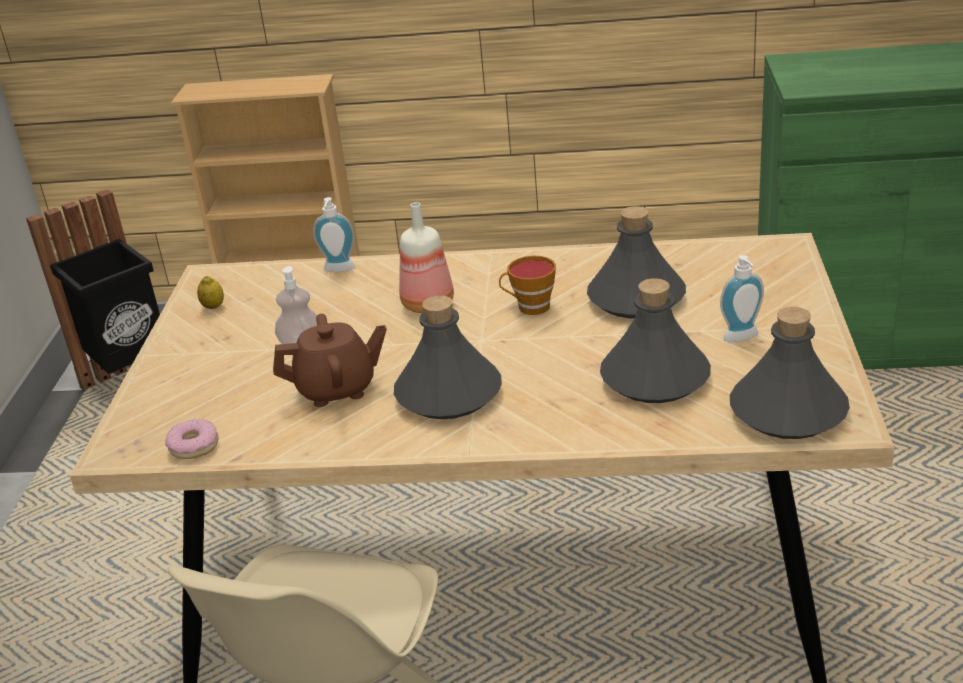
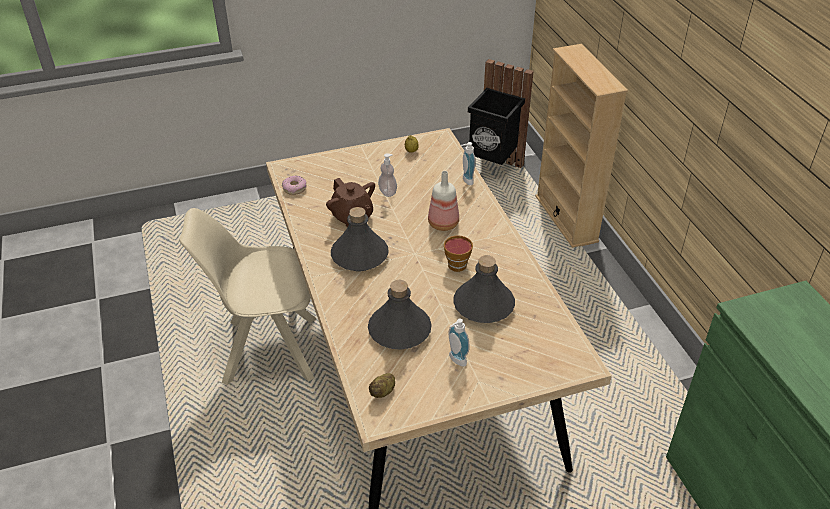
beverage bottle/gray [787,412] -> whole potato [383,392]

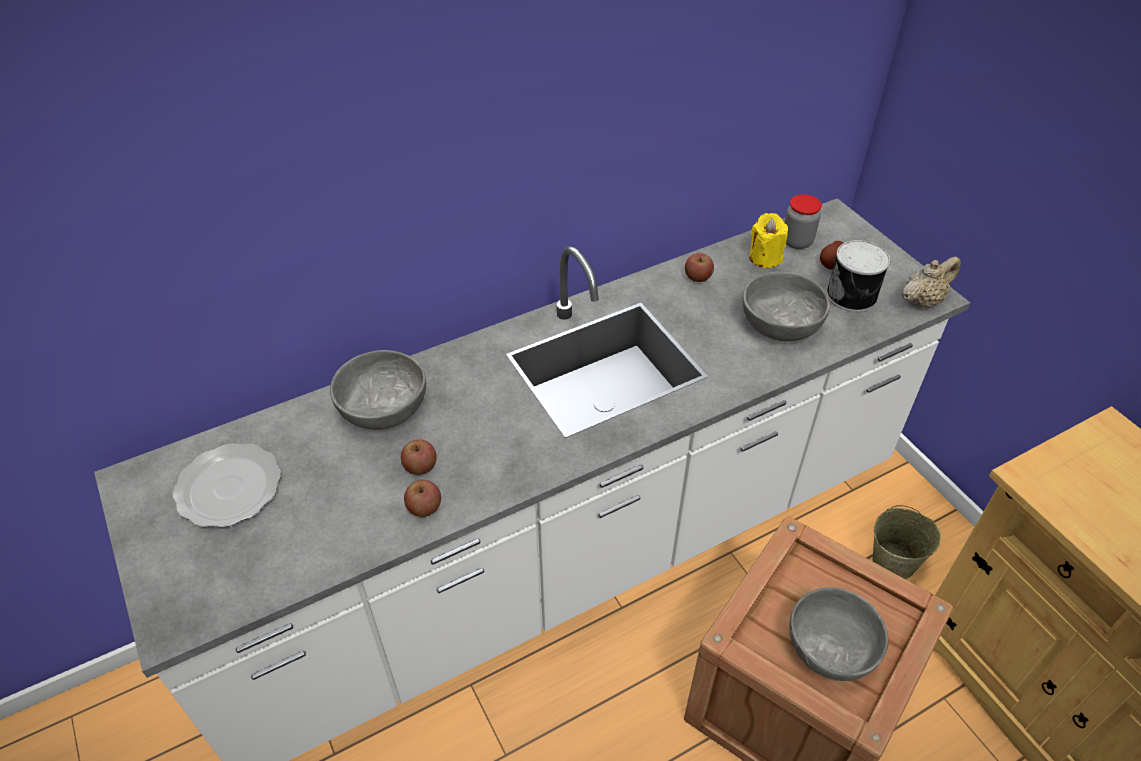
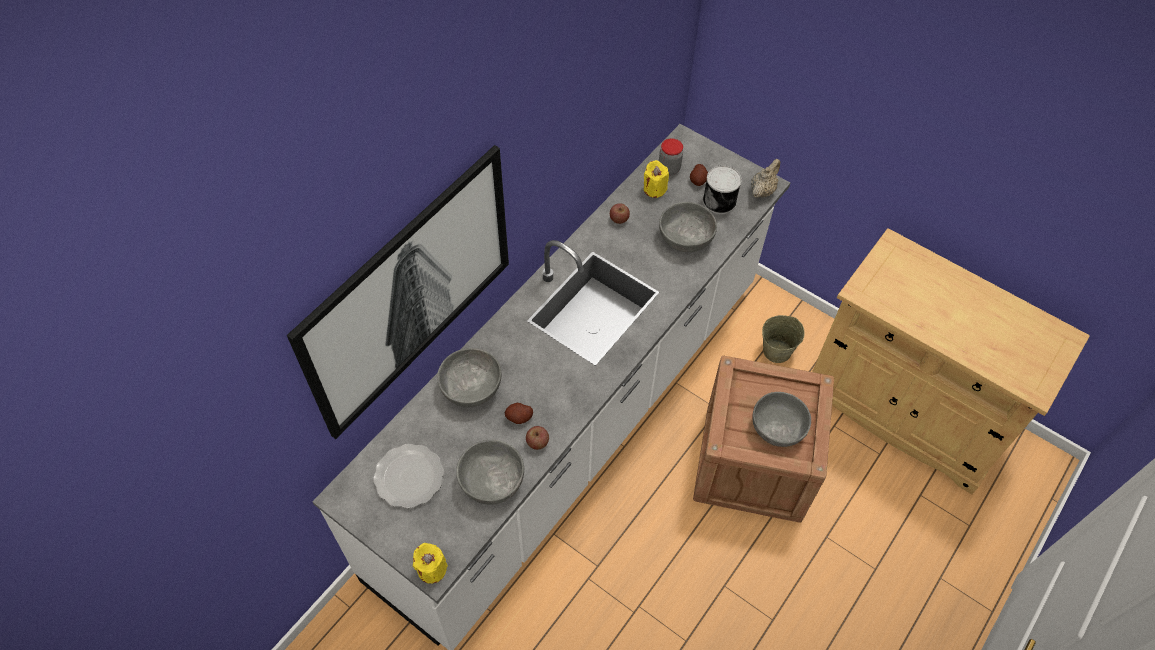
whole apple [420,466] -> whole potato [519,417]
none -> picture [410,292]
none -> wax candle/yellowish [431,569]
none -> serving bowl/gray [491,480]

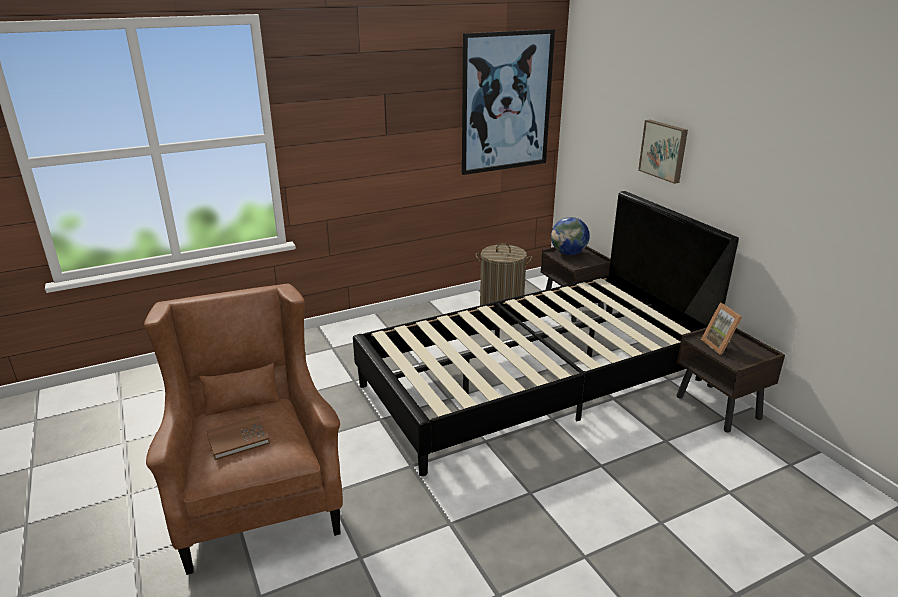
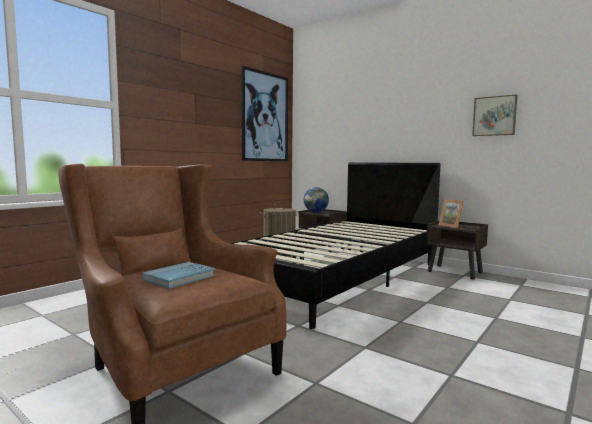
bound book/brownish [238,440] -> bound book/blue-coloured [179,277]
picture [664,150] -> picture [494,116], relocated

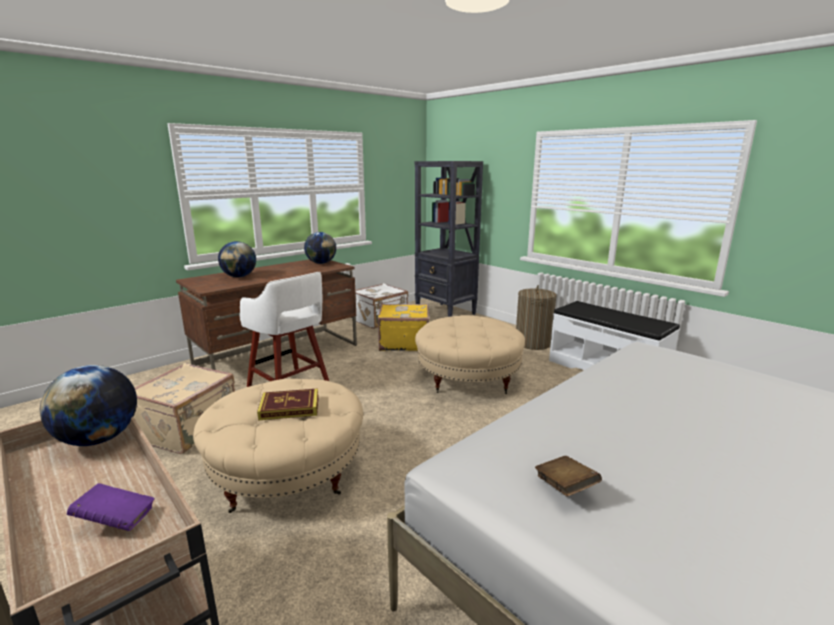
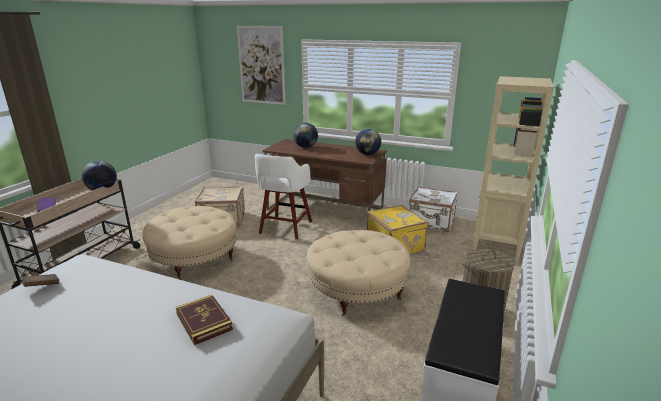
bound book [289,407] -> bound book [204,322], relocated
shelving unit/black [445,313] -> shelving unit/beige-coloured [496,246]
none -> picture [261,65]

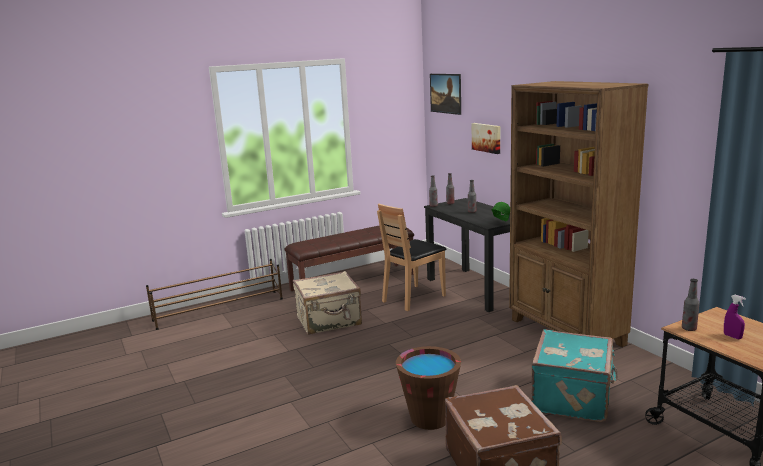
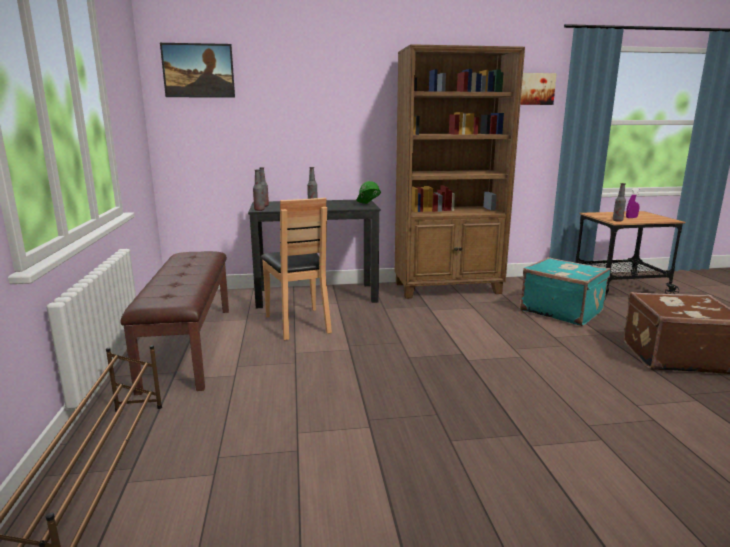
piece of luggage/beige-coloured [329,321] -> none
water bucket/brownish [430,418] -> none
picture [487,137] -> picture [531,89], relocated

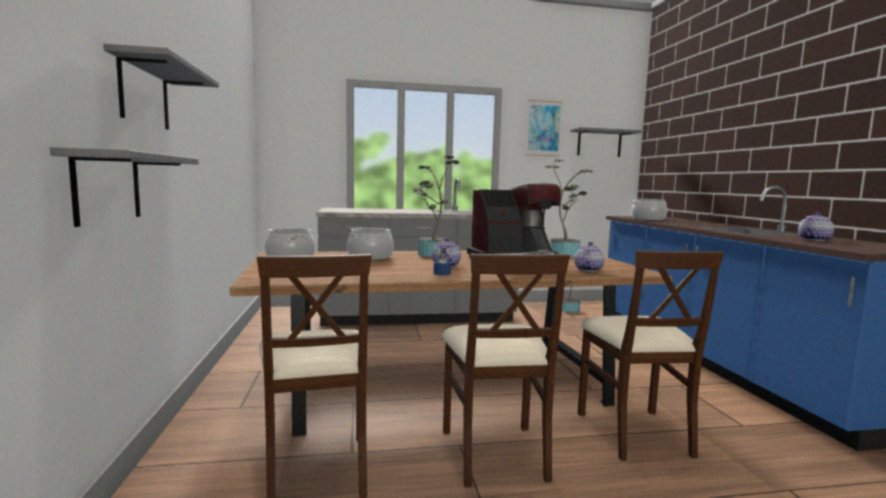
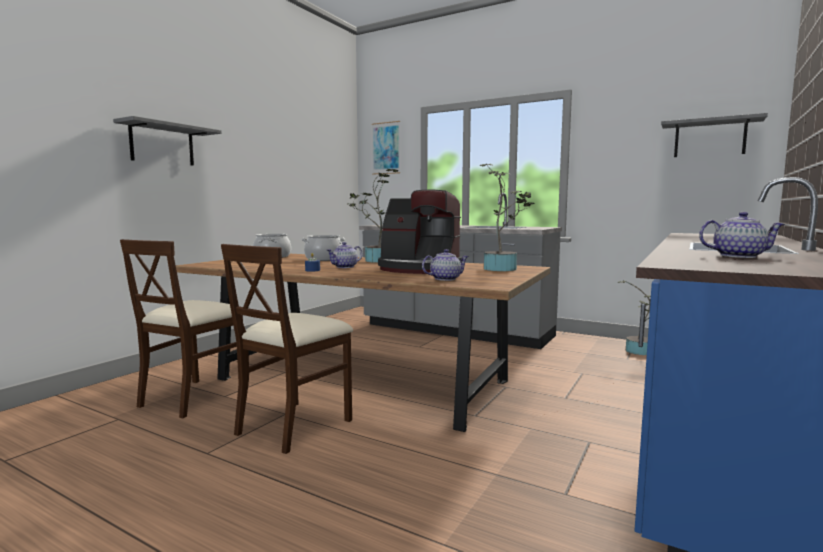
bracket shelf/gray [107,187] -> none
picture [543,128] -> picture [386,148], relocated
chair/beige-coloured [634,432] -> none
stockpot [648,219] -> none

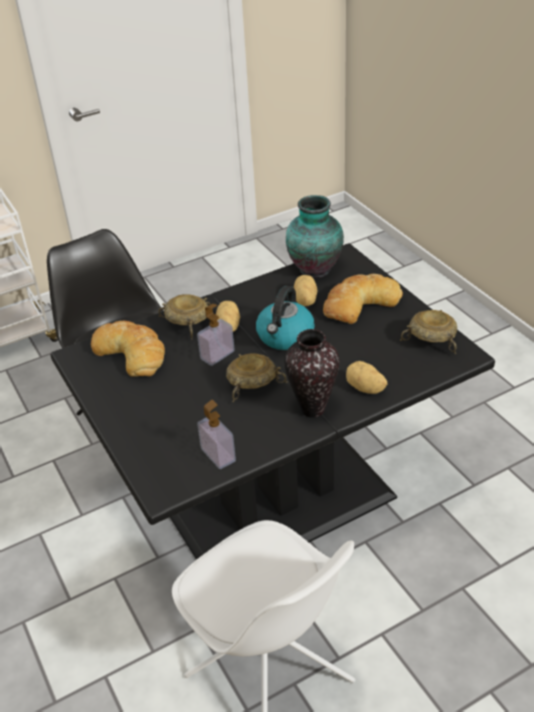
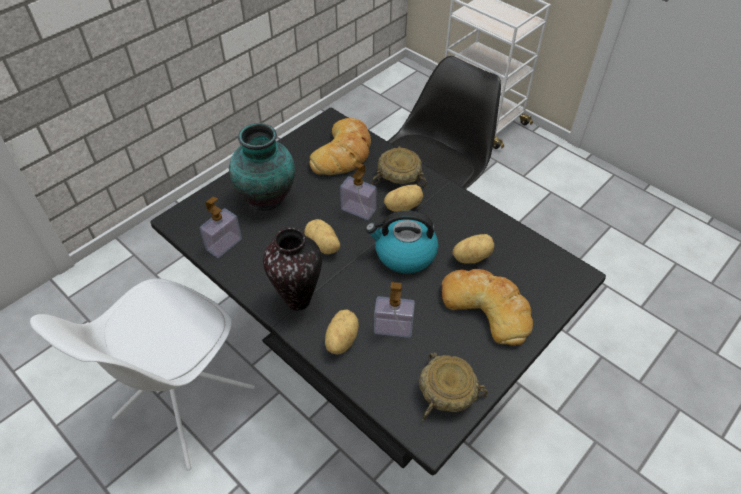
serving bowl/beige-coloured [253,385] -> whole potato [322,246]
decorative vase [315,268] -> decorative vase [268,198], relocated
none -> soap dispenser [393,328]

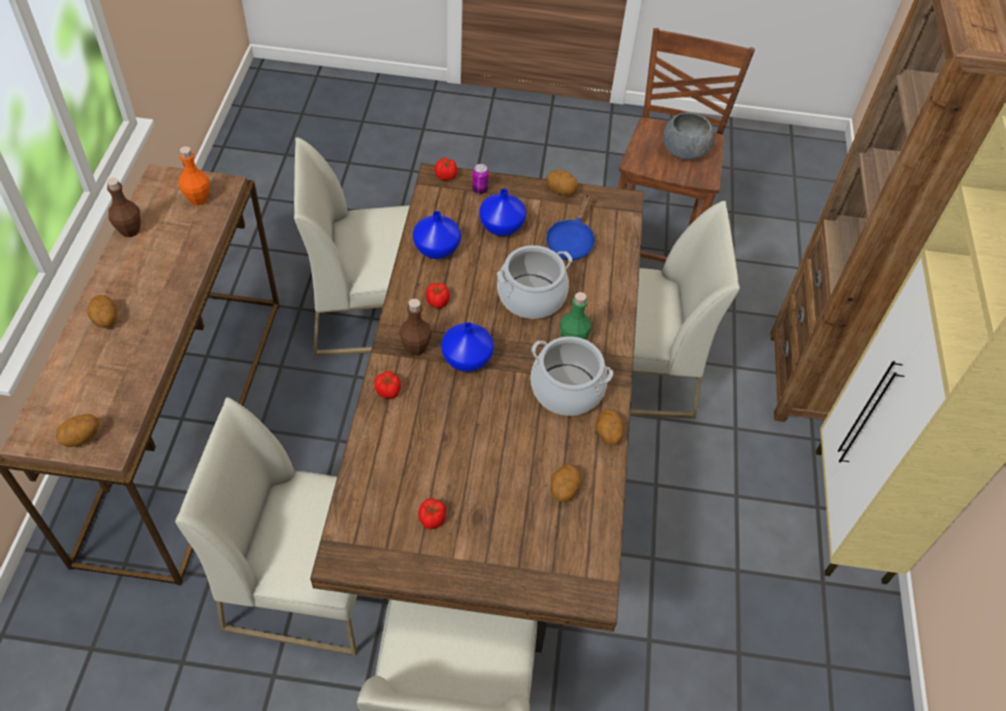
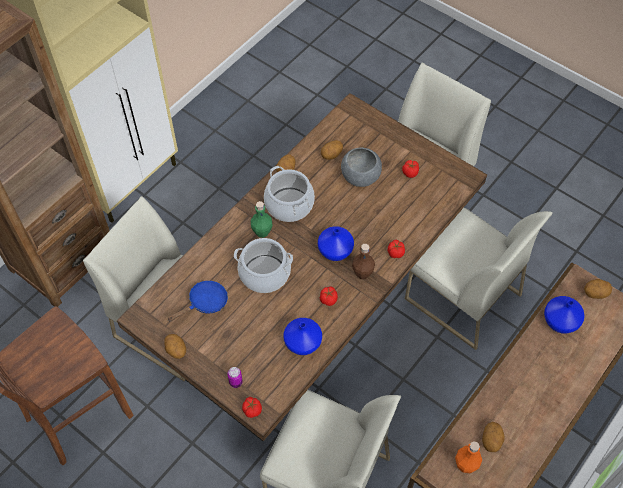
whole potato [105,320] -> whole potato [491,441], relocated
beverage bottle/brownish [130,230] -> none
decorative vase/blue-coloured [502,227] -> decorative vase/blue-coloured [559,321], relocated
serving bowl/gray [684,151] -> serving bowl/gray [360,176], relocated

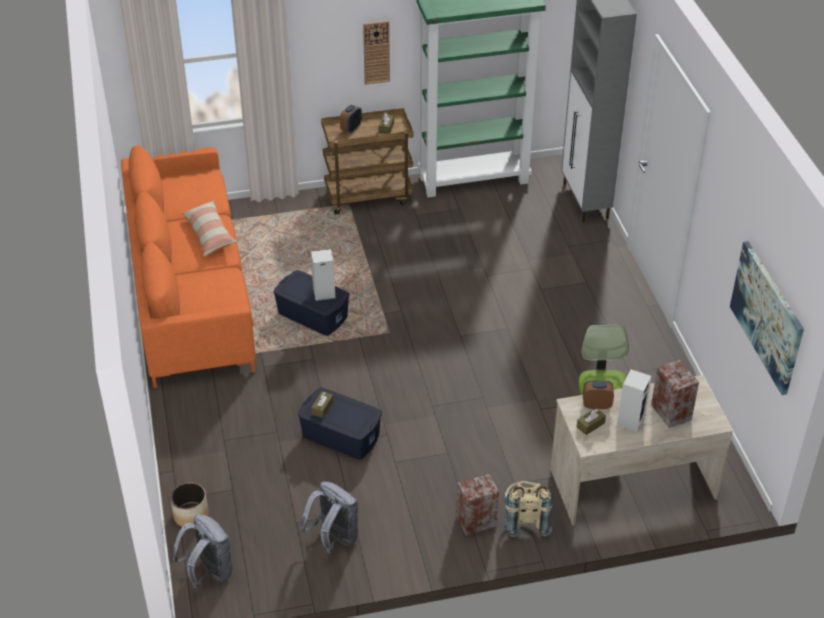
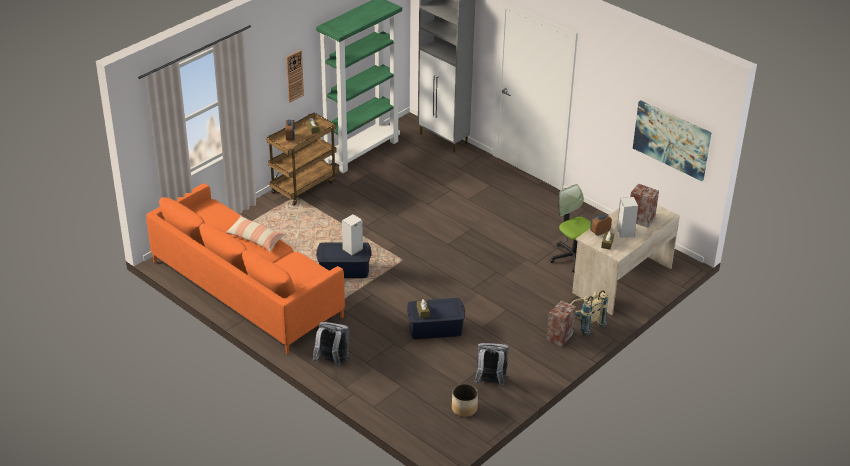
plant pot [190,515] -> plant pot [464,408], relocated
backpack/gray [209,572] -> backpack/gray [332,362], relocated

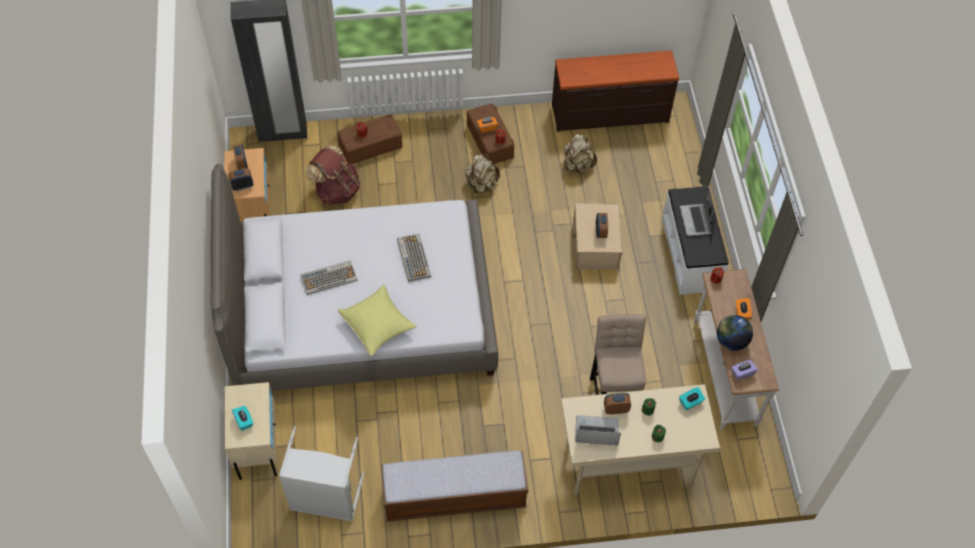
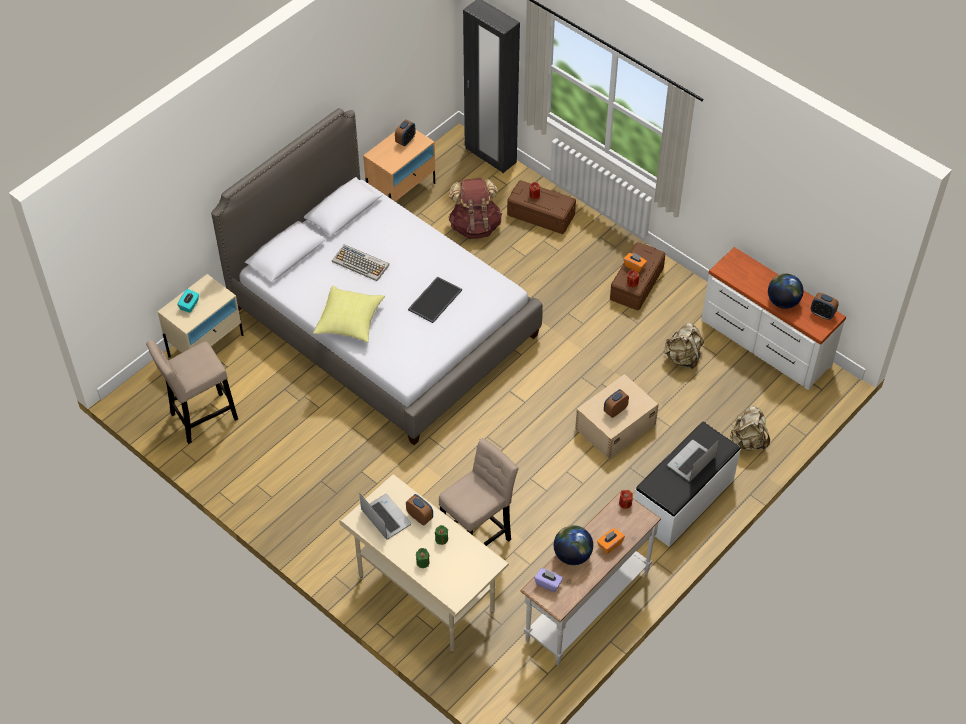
bedside clock [242,186] -> bedside clock [822,314], relocated
washing basket/gray [325,499] -> stool/beige-coloured [200,418]
indoor bench [454,497] -> none
keyboard [413,257] -> carrying tray [434,299]
backpack/beige-coloured [481,184] -> backpack/beige-coloured [748,441], relocated
drawer chest/brownish [610,114] -> drawer chest/white [764,343]
tissue holder/blue-green [690,402] -> none
none -> desk globe [783,301]

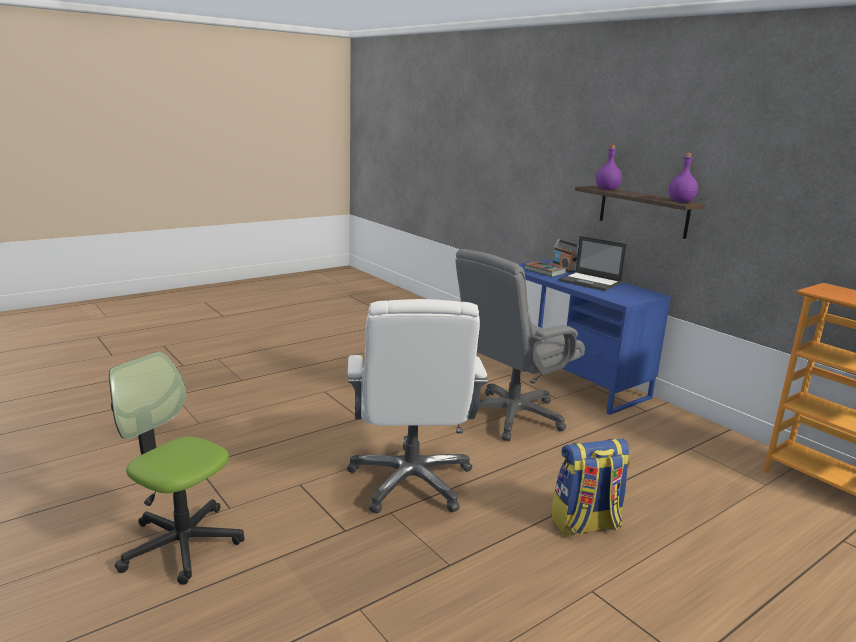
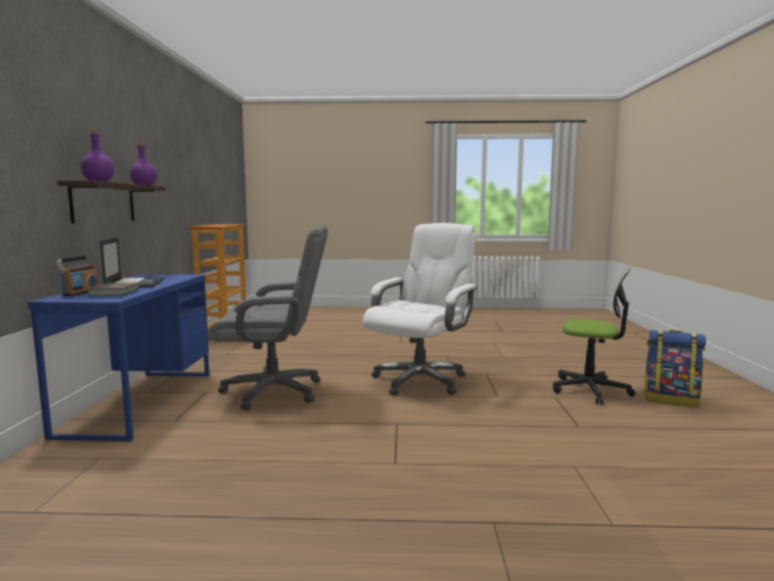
desk chair [181,544] -> desk chair [590,390], 45 degrees counterclockwise
backpack [586,525] -> backpack [671,400], relocated

